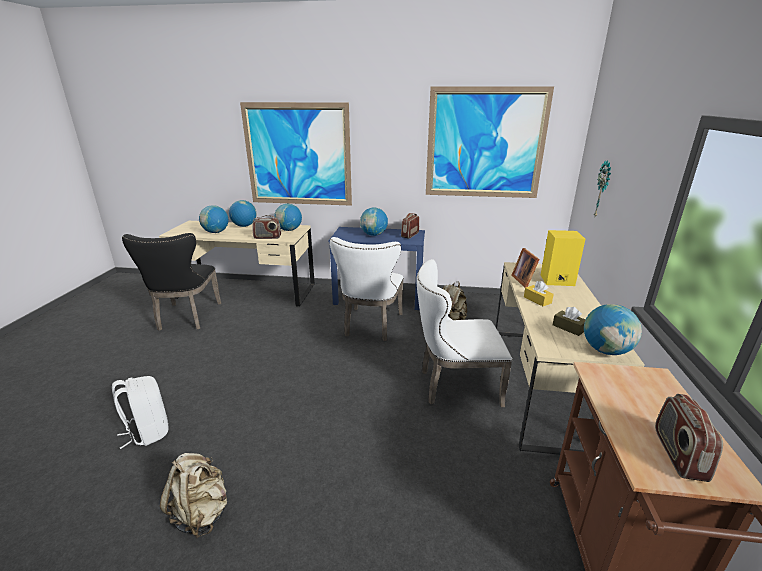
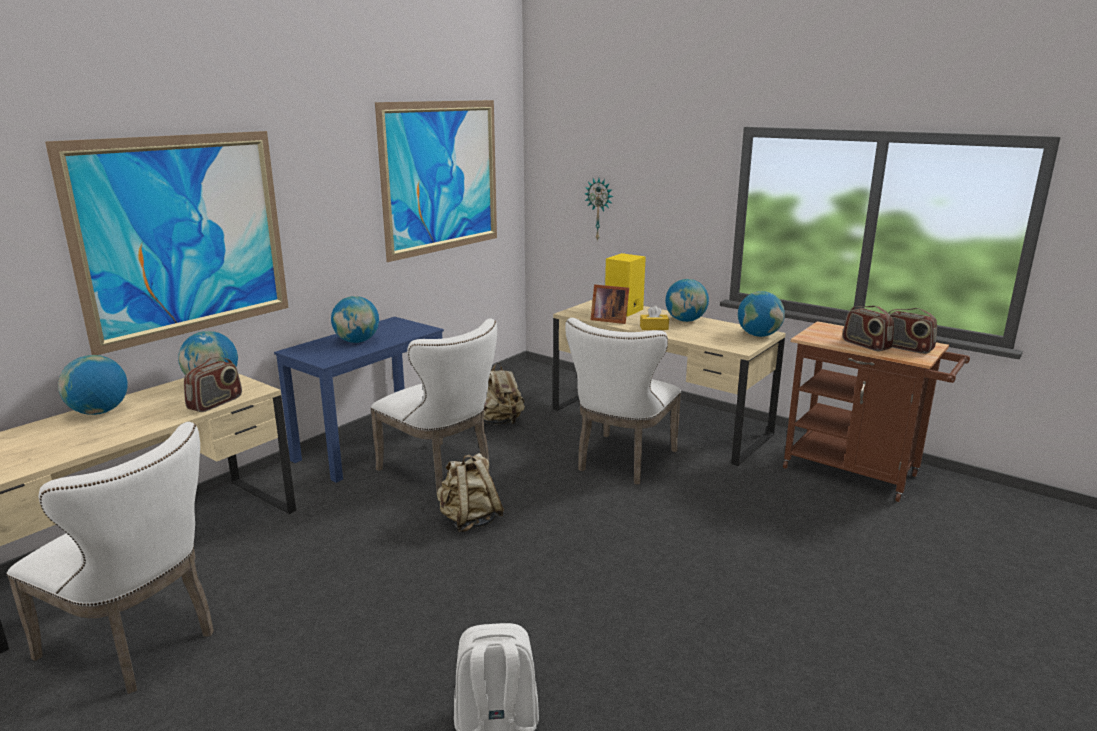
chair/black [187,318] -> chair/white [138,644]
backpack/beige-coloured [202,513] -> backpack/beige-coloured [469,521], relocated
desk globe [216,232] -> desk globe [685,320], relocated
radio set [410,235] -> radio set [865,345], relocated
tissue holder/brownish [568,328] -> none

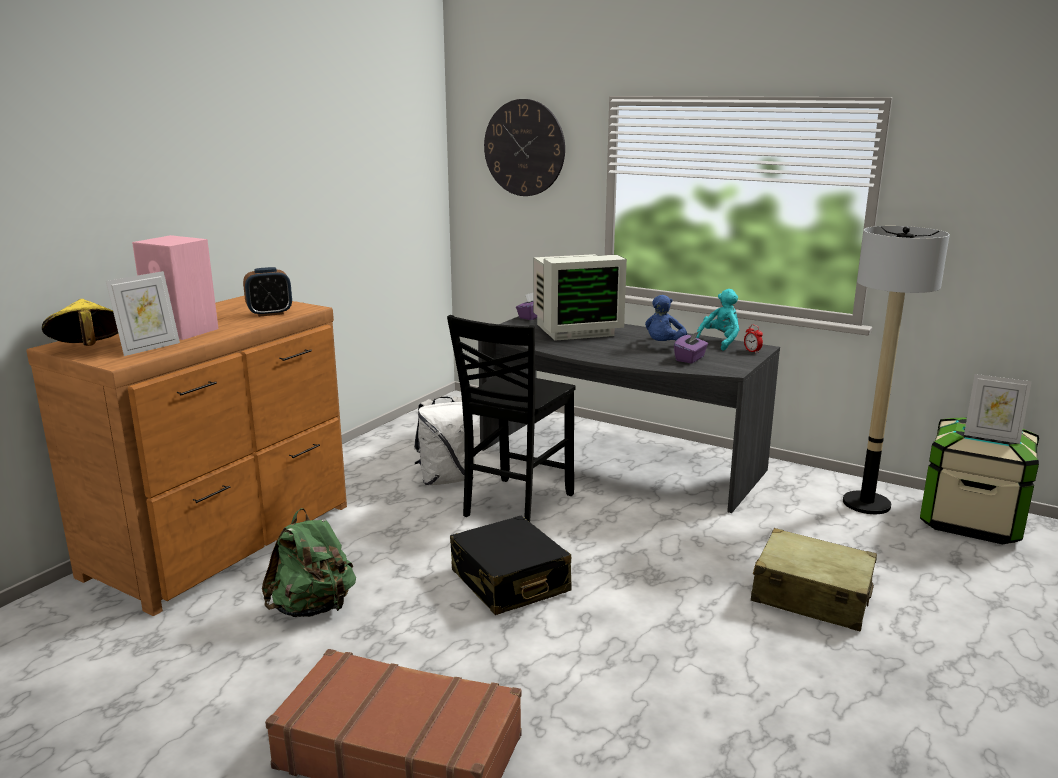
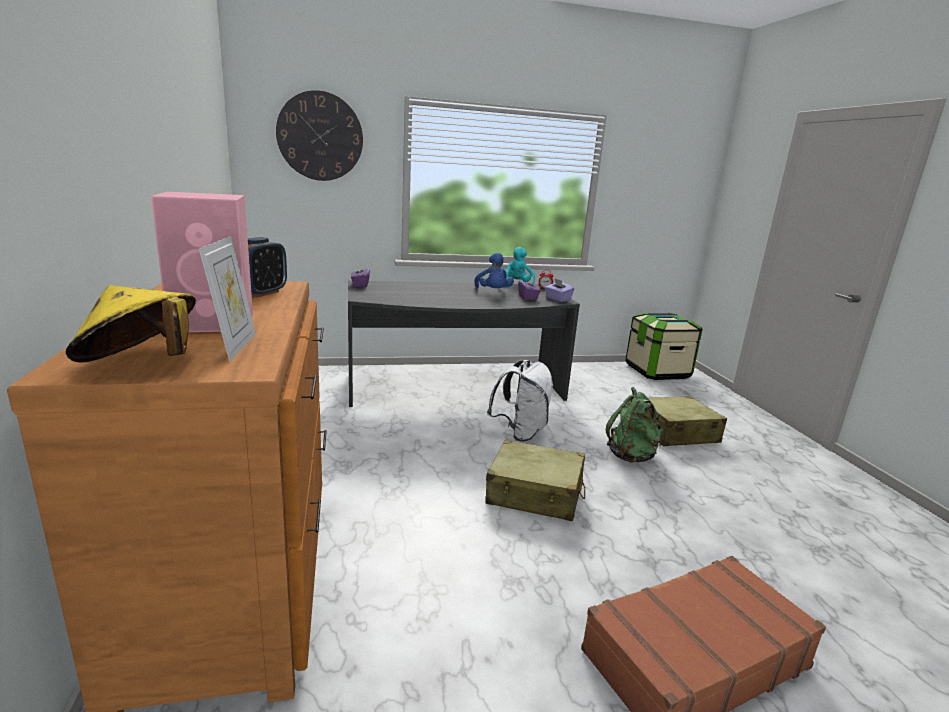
backpack/green-coloured [313,608] -> backpack/green-coloured [631,456], relocated
backpack/white [446,479] -> backpack/white [520,433], relocated
chair/black [515,505] -> none
piece of luggage/black [509,581] -> piece of luggage/beige-coloured [535,494]
computer display [574,330] -> none
standing lamp [866,503] -> none
picture frame [991,437] -> none
none -> tissue holder/purplish [557,299]

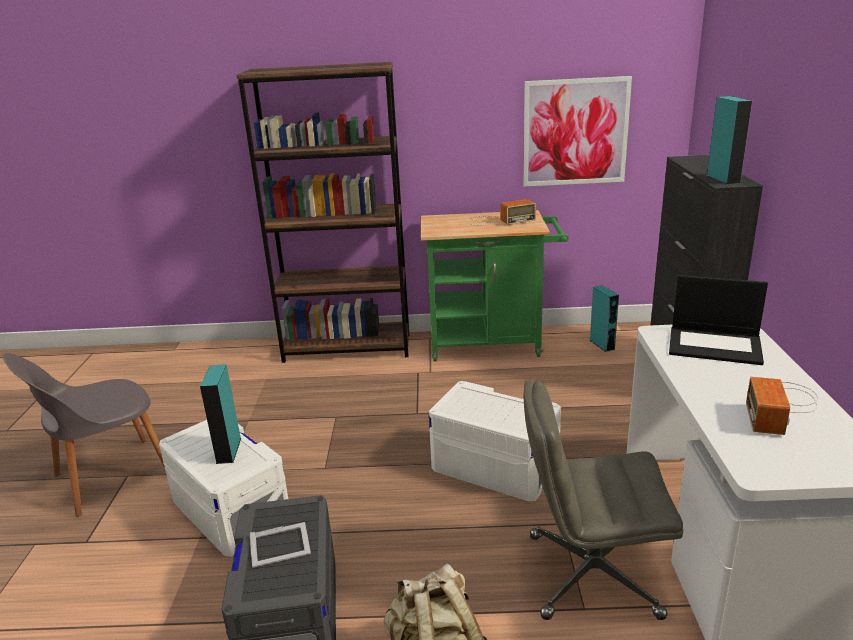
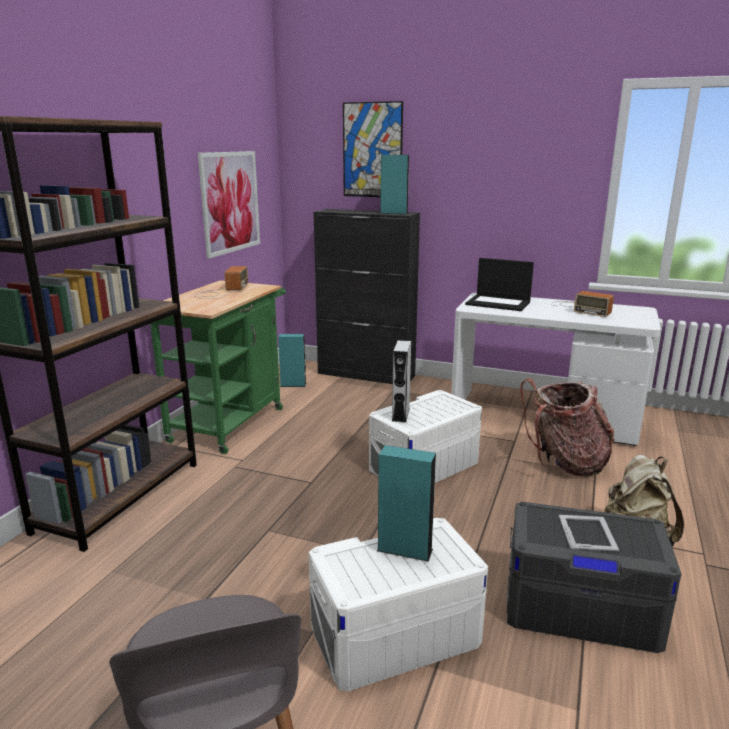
desk chair/gray [590,575] -> backpack [565,463]
portable computer [715,345] -> portable computer [499,303], 75 degrees clockwise
none -> picture [372,150]
none -> audio speaker/gray [400,414]

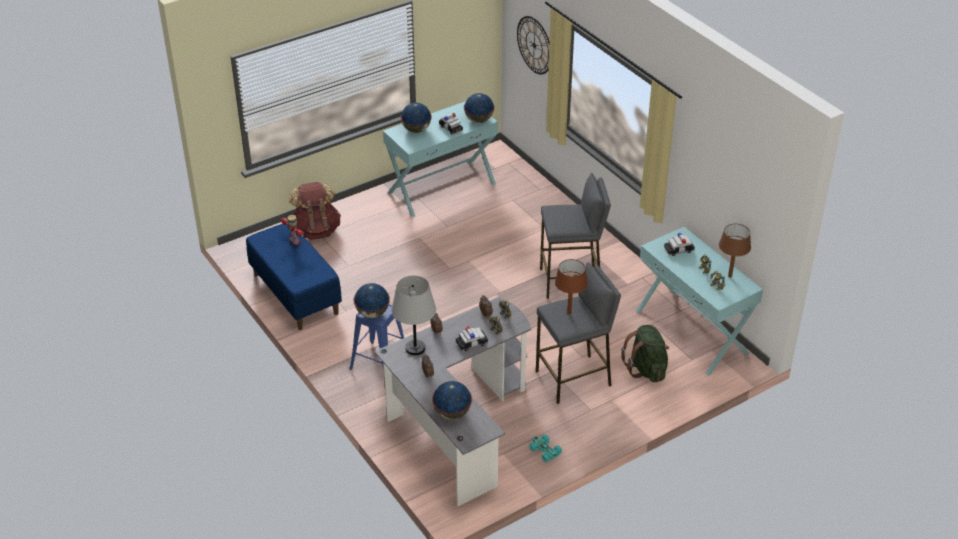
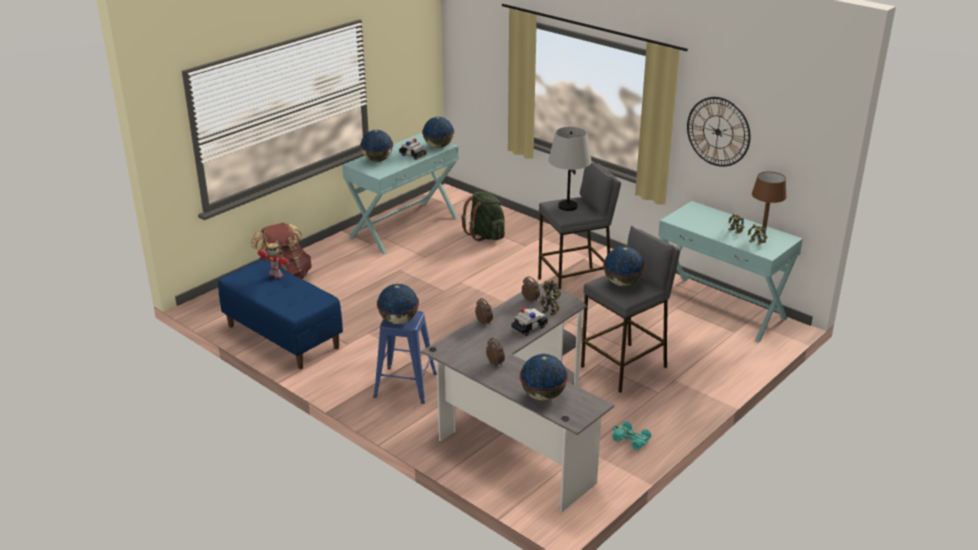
lamp for a table/gray [415,348] -> lamp for a table/gray [567,206], relocated
clock on the wall [534,45] -> clock on the wall [718,131], relocated
lamp for a table/brownish [569,313] -> desk globe [622,283]
backpack/green-coloured [646,369] -> backpack/green-coloured [485,235], relocated
model car [678,250] -> none

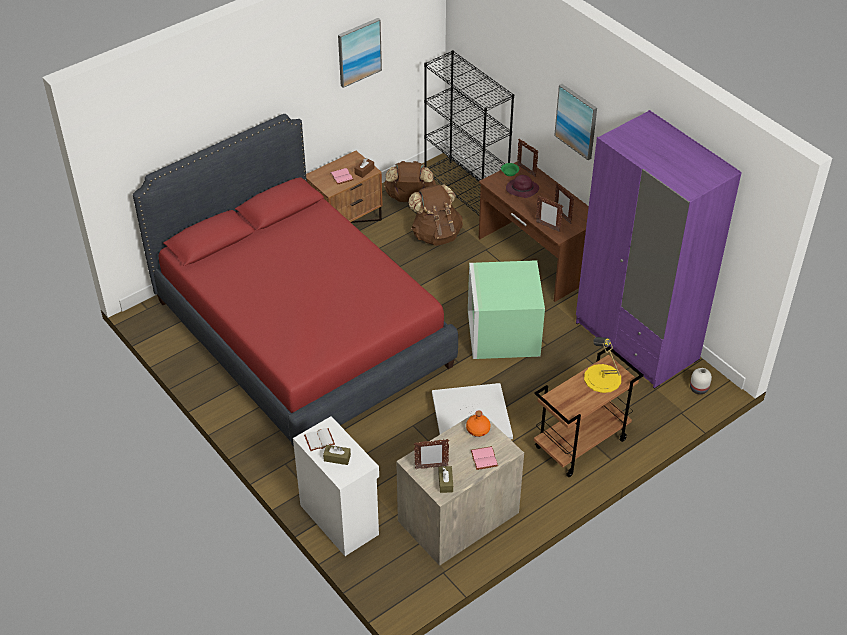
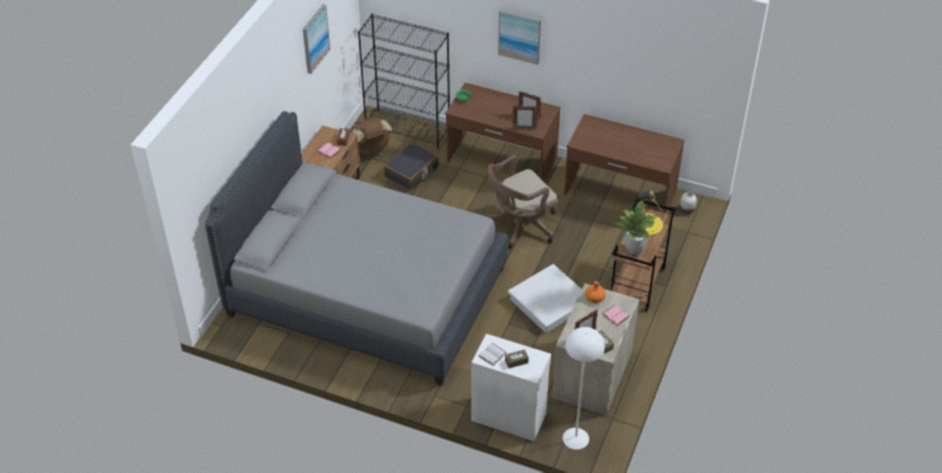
sleeping bed/reddish [302,332] -> sleeping bed/gray [367,291]
backpack/brownish [436,234] -> piece of luggage/black [412,172]
storage bin/green-coloured [502,332] -> desk chair/brownish [519,226]
hat/purplish [521,190] -> none
picture frame [526,171] -> none
armoire/purplish [636,341] -> desk/brownish [619,193]
none -> standing lamp/white [576,438]
none -> houseplant [634,249]

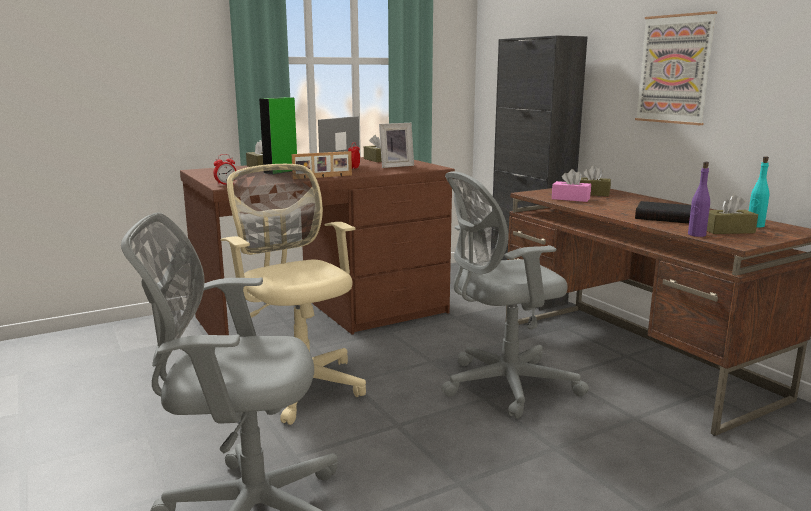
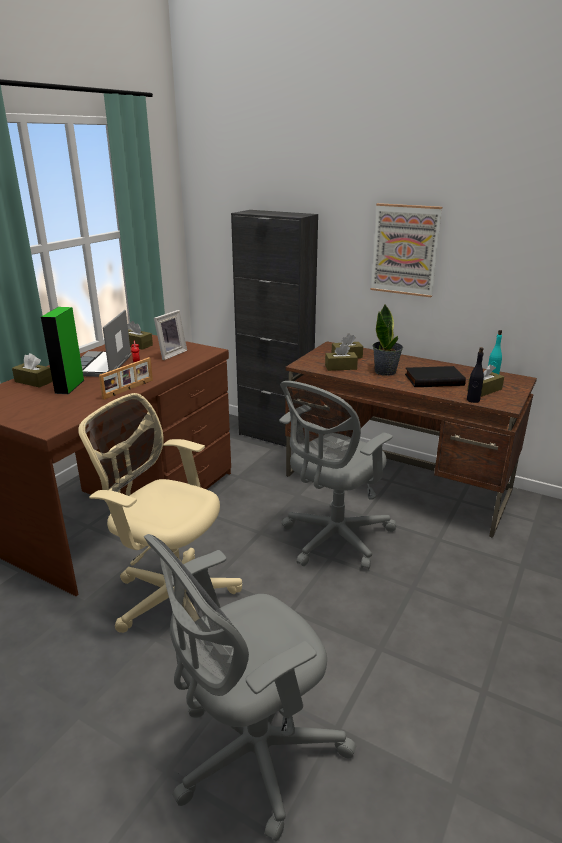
bedside clock [226,184] -> none
tissue holder/pink-coloured [570,199] -> tissue holder/brownish [340,367]
beverage bottle/purplish [696,235] -> beverage bottle/black [473,400]
none -> houseplant [385,371]

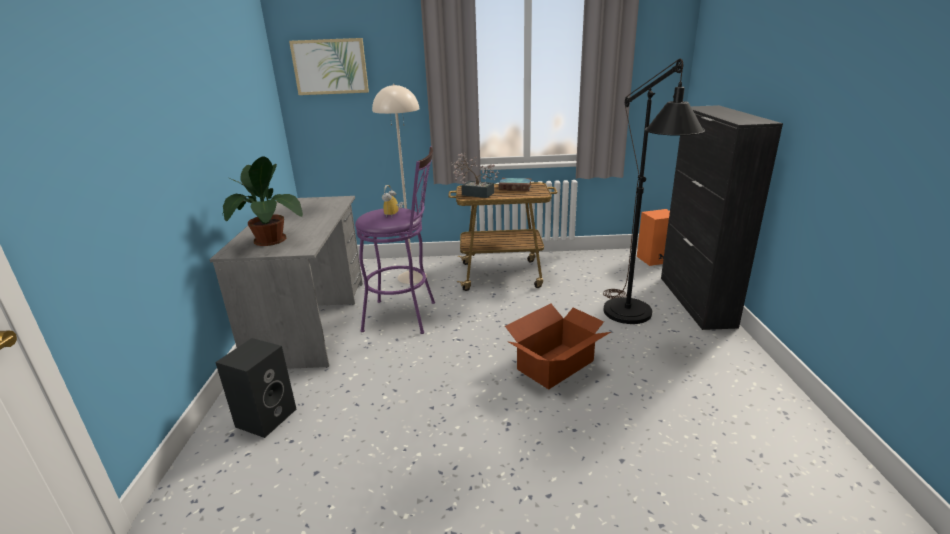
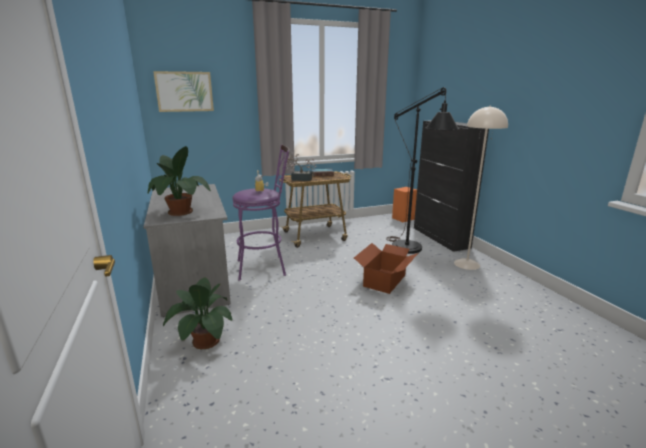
audio speaker/black [266,417] -> houseplant [204,342]
standing lamp/beige-coloured [412,277] -> standing lamp/beige-coloured [467,264], relocated

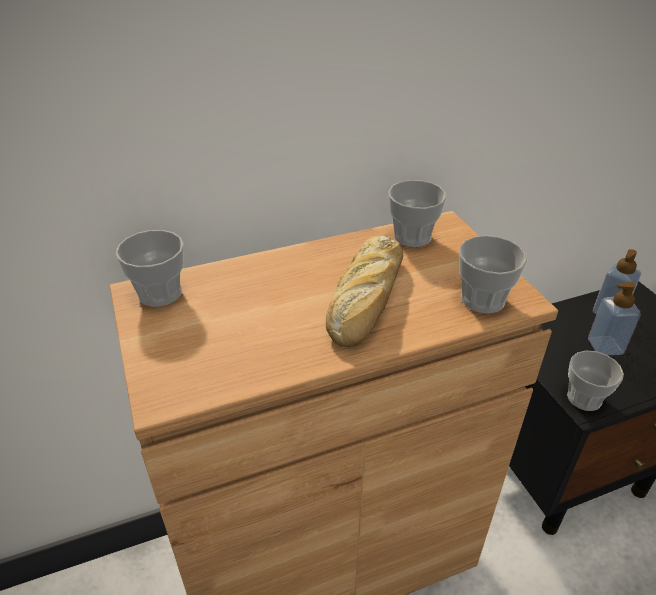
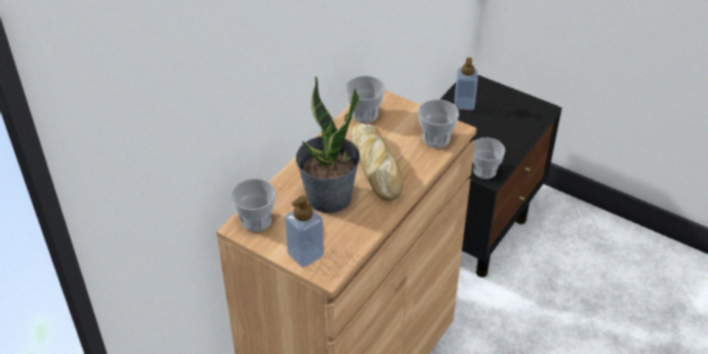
soap dispenser [605,346] -> soap dispenser [305,254], relocated
none -> houseplant [329,198]

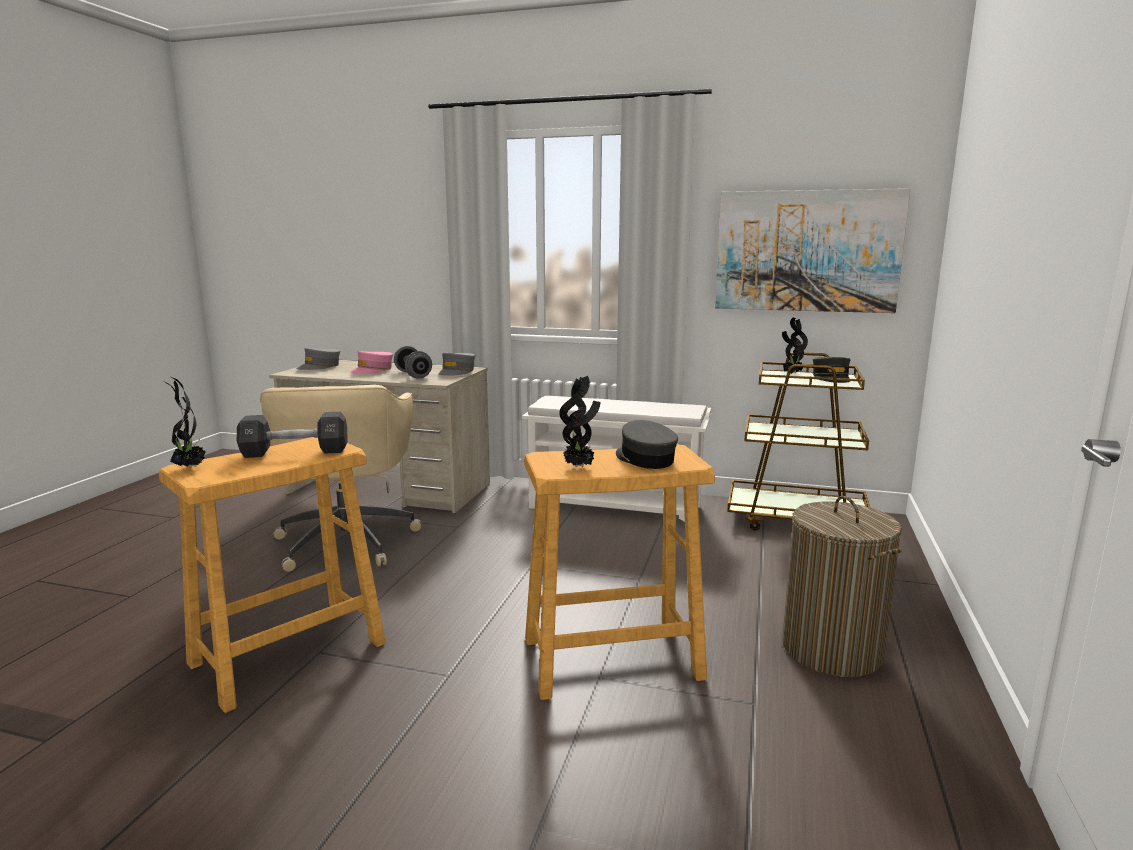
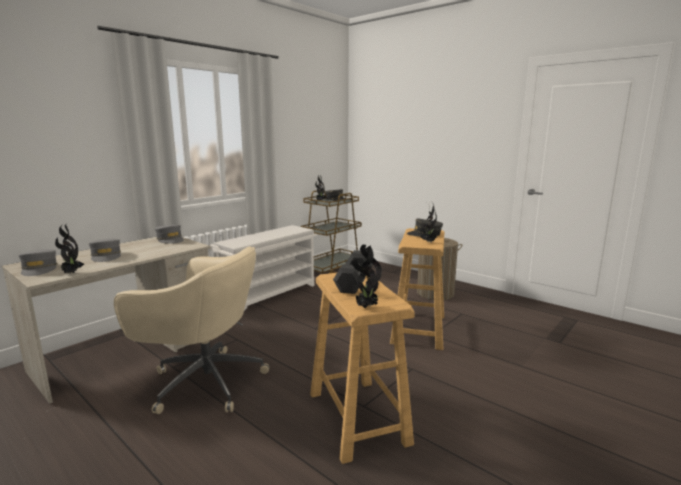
baseball cap/pink-coloured [372,370] -> baseball cap/gray [106,256]
dumbbell/gray [413,375] -> none
picture [807,251] -> none
none -> houseplant [71,273]

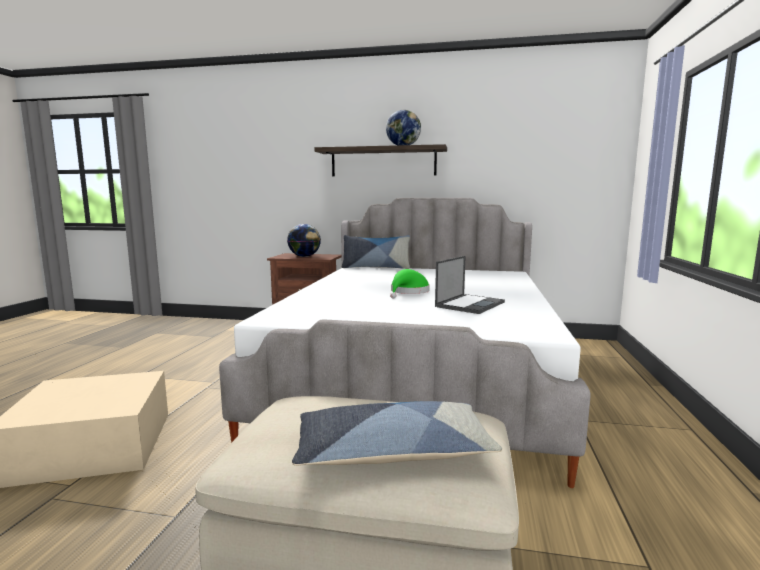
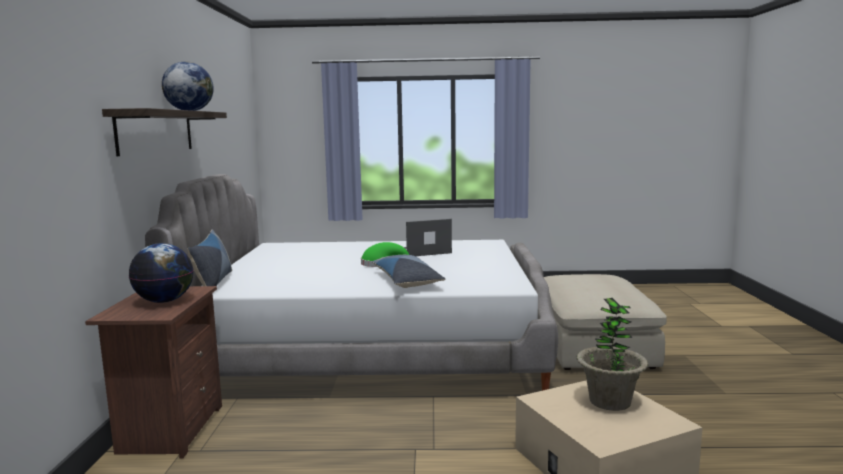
throw pillow [392,451] -> throw pillow [406,281], relocated
portable computer [470,304] -> portable computer [423,251], 45 degrees counterclockwise
none -> houseplant [609,401]

